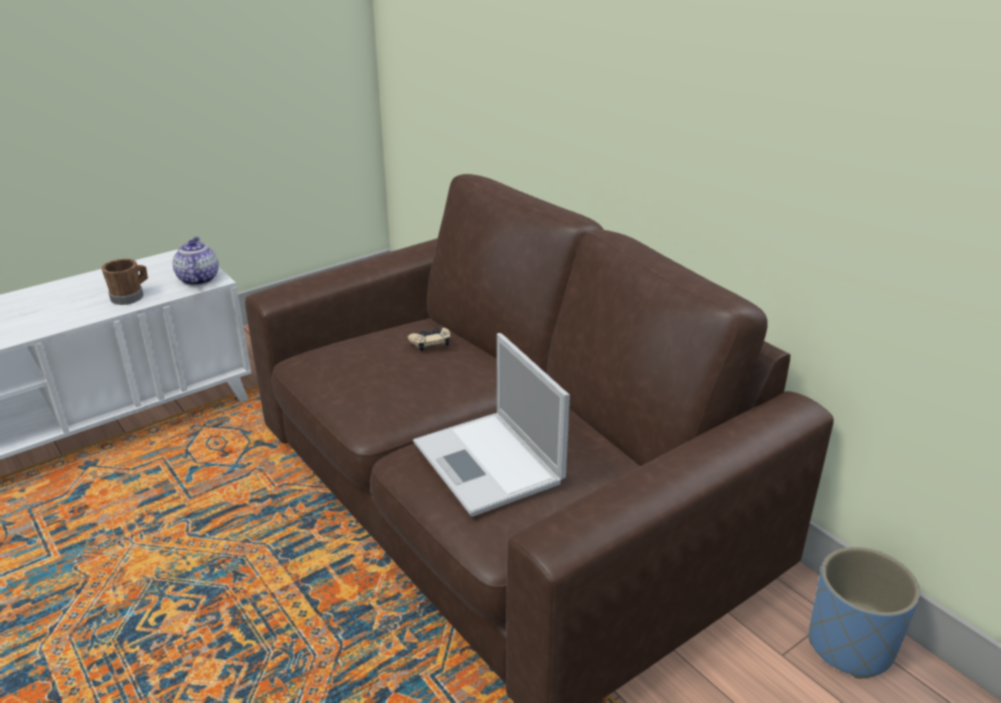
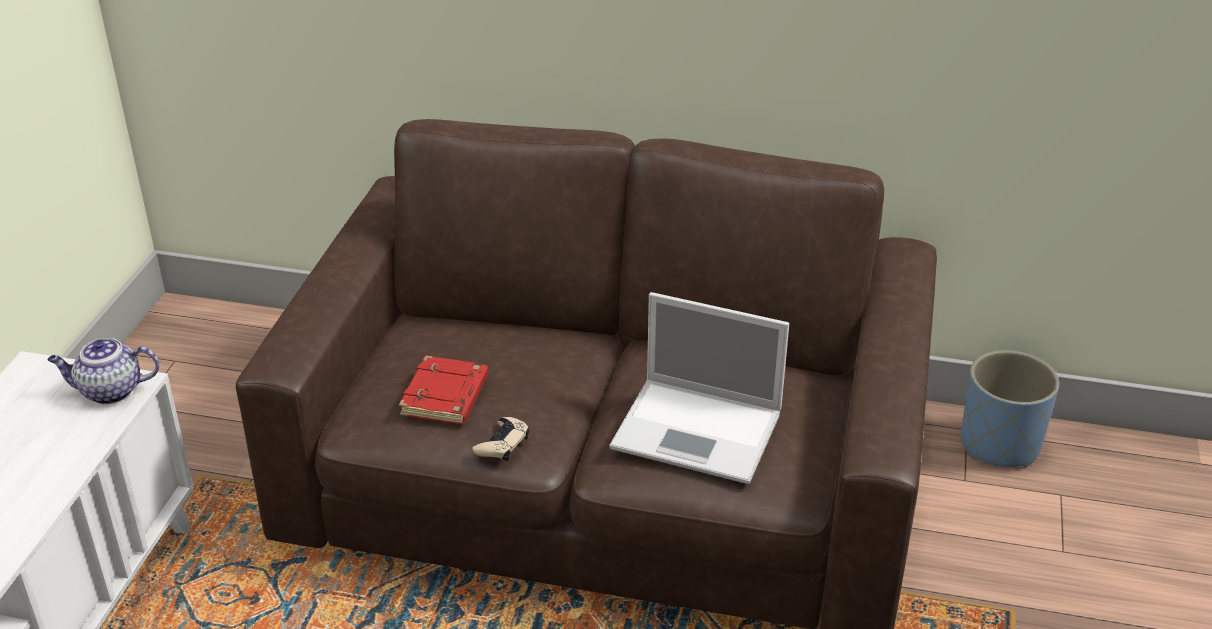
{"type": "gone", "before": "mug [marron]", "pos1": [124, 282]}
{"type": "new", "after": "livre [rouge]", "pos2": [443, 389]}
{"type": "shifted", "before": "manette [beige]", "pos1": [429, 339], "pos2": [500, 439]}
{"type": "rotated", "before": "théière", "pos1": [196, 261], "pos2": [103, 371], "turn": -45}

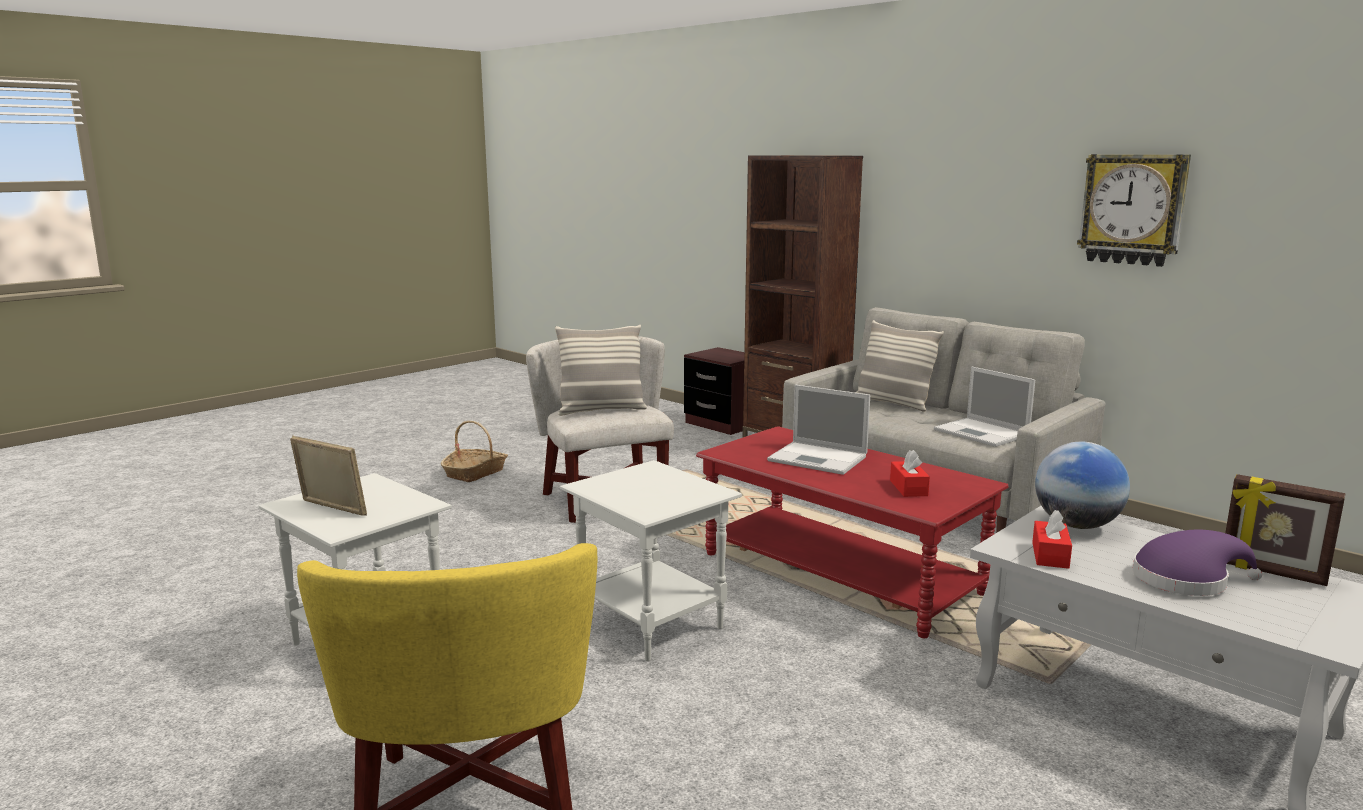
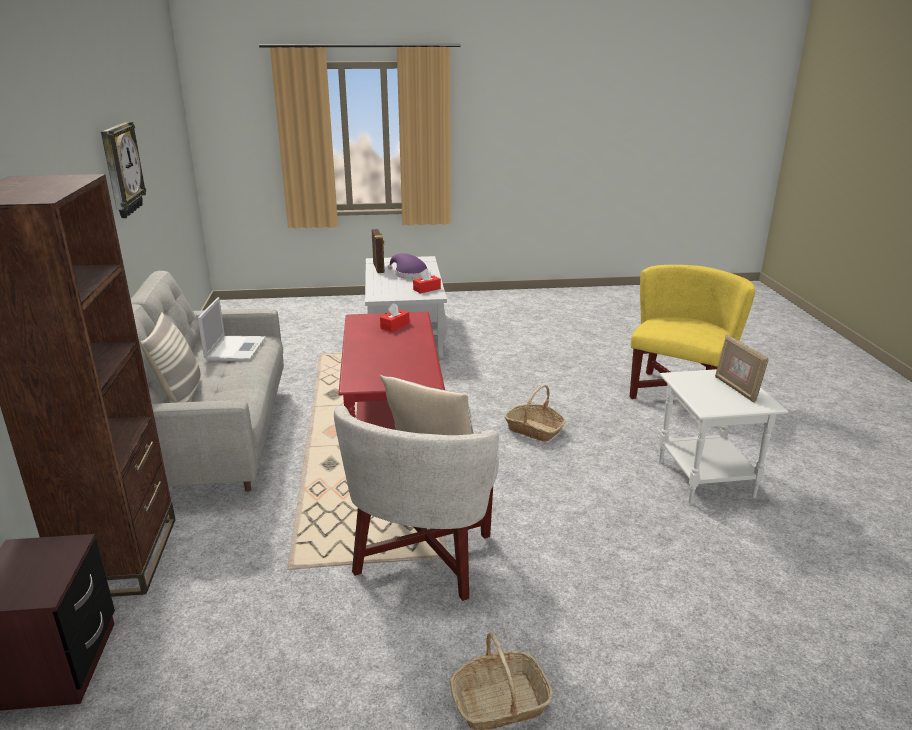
{"type": "gone", "before": "ordinateur portable", "pos1": [818, 430]}
{"type": "gone", "before": "globe", "pos1": [1082, 485]}
{"type": "swapped", "before": "table d'appoint [blanc]", "after": "panier", "pos1": [651, 560], "pos2": [534, 413]}

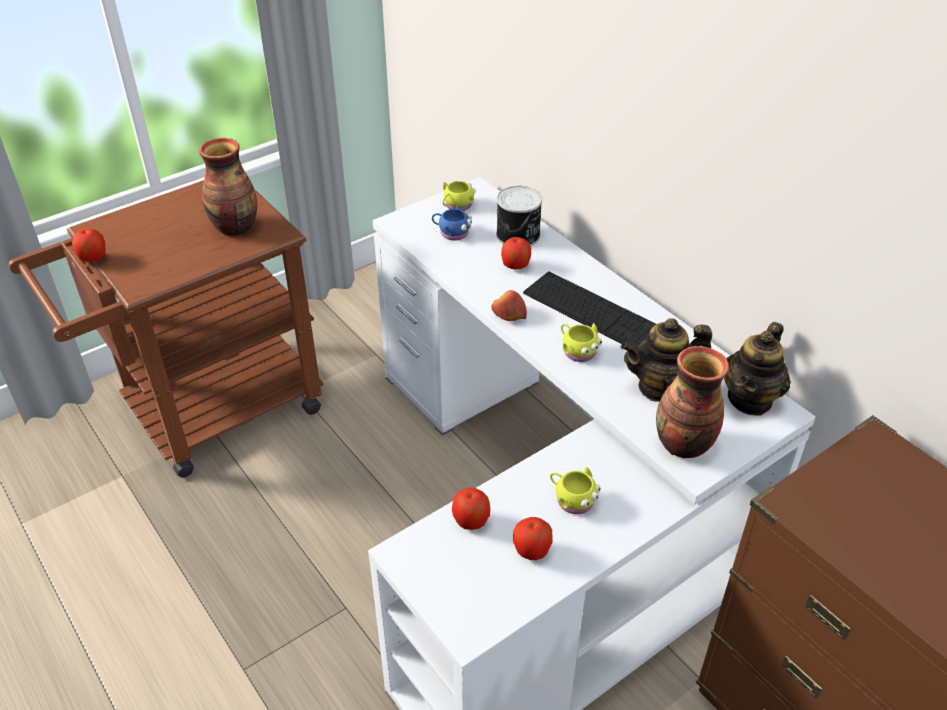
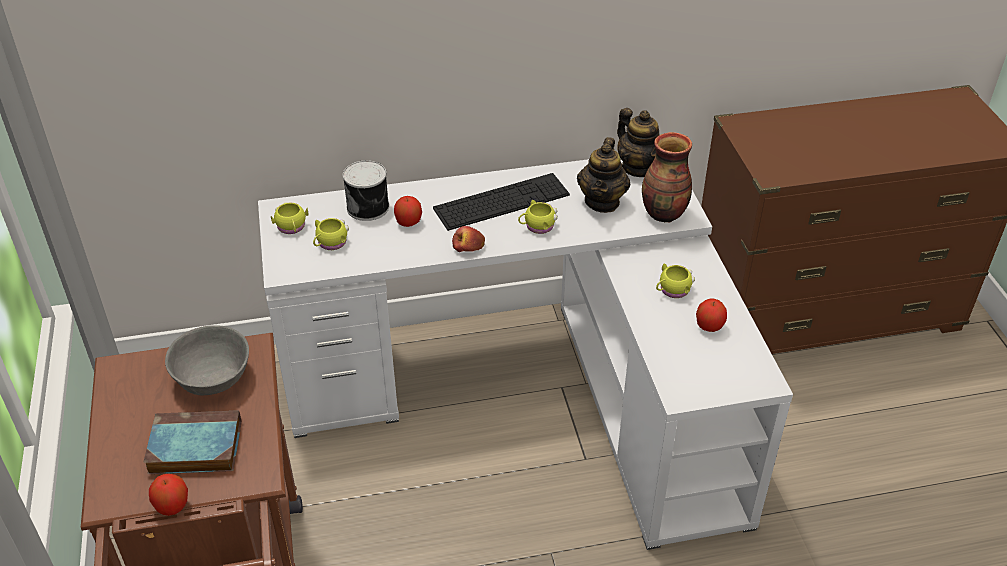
{"type": "gone", "before": "pomme", "pos1": [471, 508]}
{"type": "new", "after": "livre", "pos2": [192, 442]}
{"type": "swapped", "before": "vase", "after": "bol [gris]", "pos1": [228, 186], "pos2": [207, 360]}
{"type": "repainted", "before": "mug [bleu]", "after": "mug [jaune]", "pos1": [452, 223], "pos2": [331, 234]}

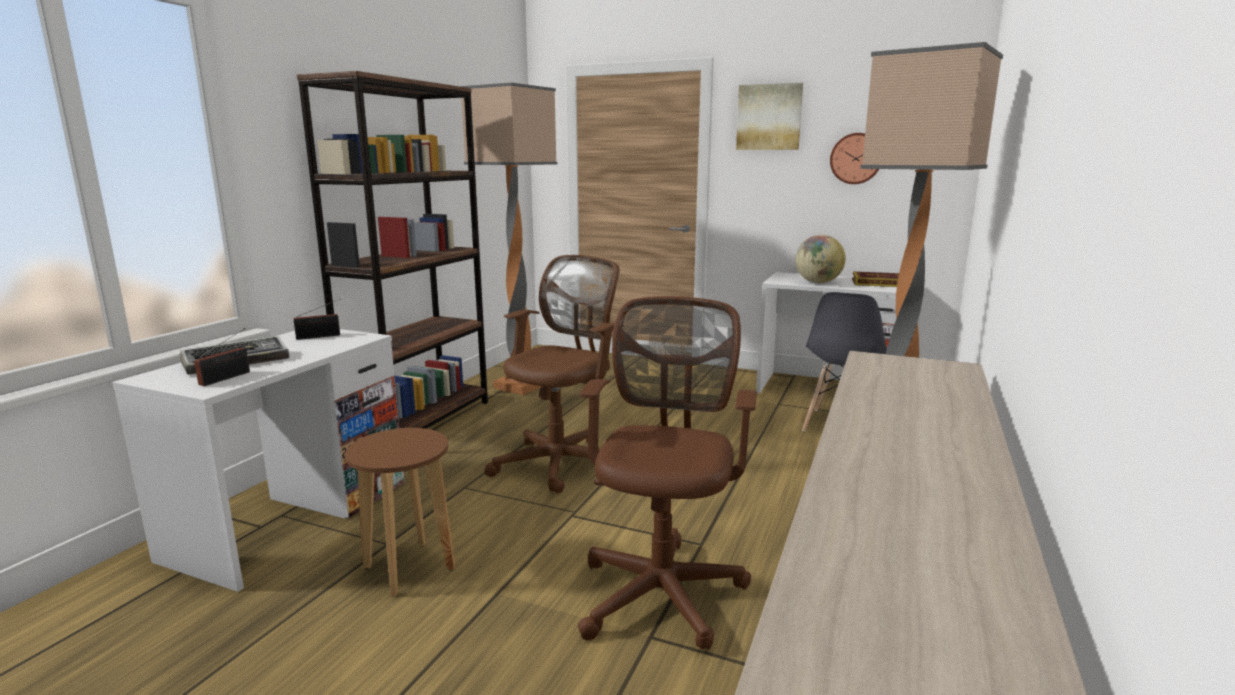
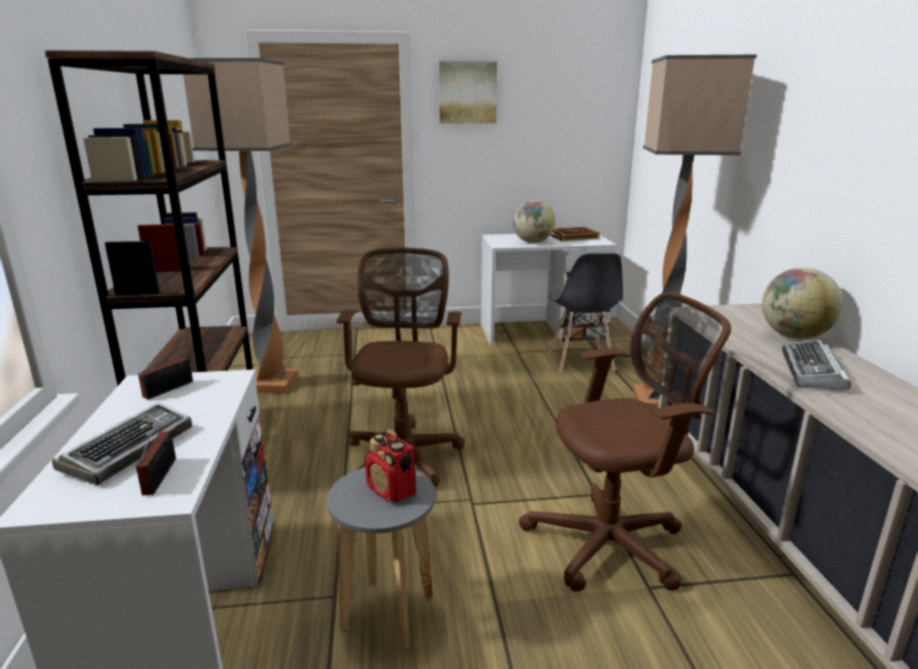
{"type": "gone", "before": "horloge murale", "pos1": [854, 158]}
{"type": "new", "after": "radio", "pos2": [390, 465]}
{"type": "new", "after": "globe", "pos2": [802, 303]}
{"type": "new", "after": "clavier", "pos2": [816, 365]}
{"type": "repainted", "before": "tabouret [marron]", "after": "tabouret [gris]", "pos1": [400, 512], "pos2": [381, 557]}
{"type": "rotated", "before": "chaise de bureau [marron]", "pos1": [667, 472], "pos2": [625, 442], "turn": 90}

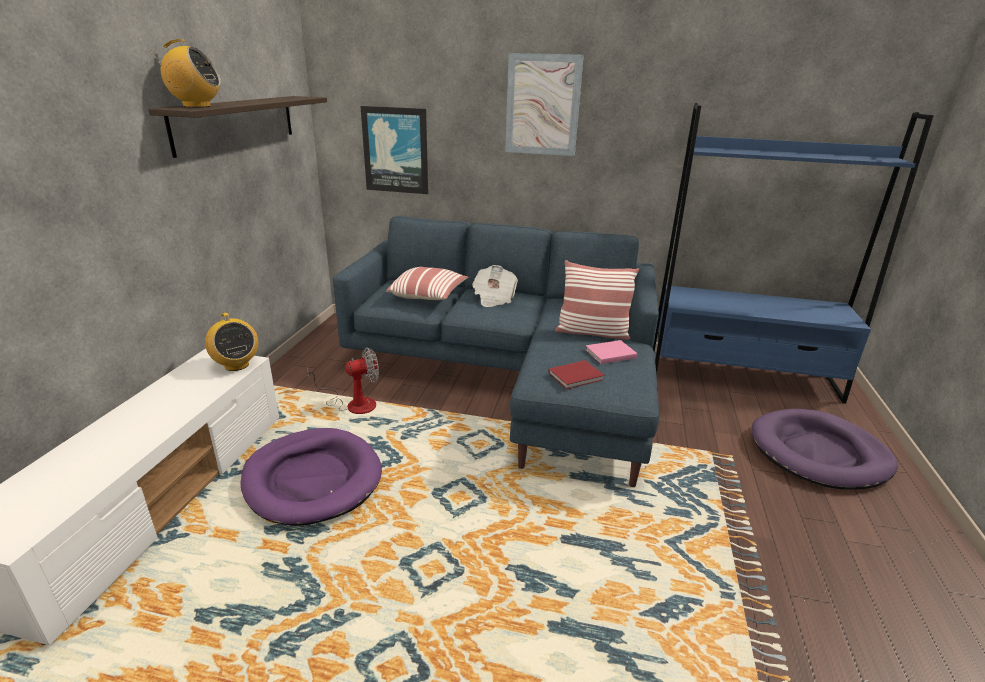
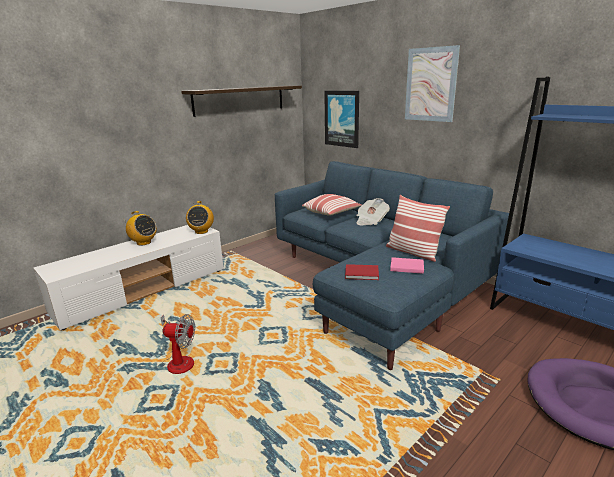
{"type": "gone", "before": "panier pour chien [violet]", "pos1": [311, 477]}
{"type": "shifted", "before": "radio", "pos1": [186, 73], "pos2": [140, 228]}
{"type": "shifted", "before": "ventilateur", "pos1": [342, 380], "pos2": [178, 344]}

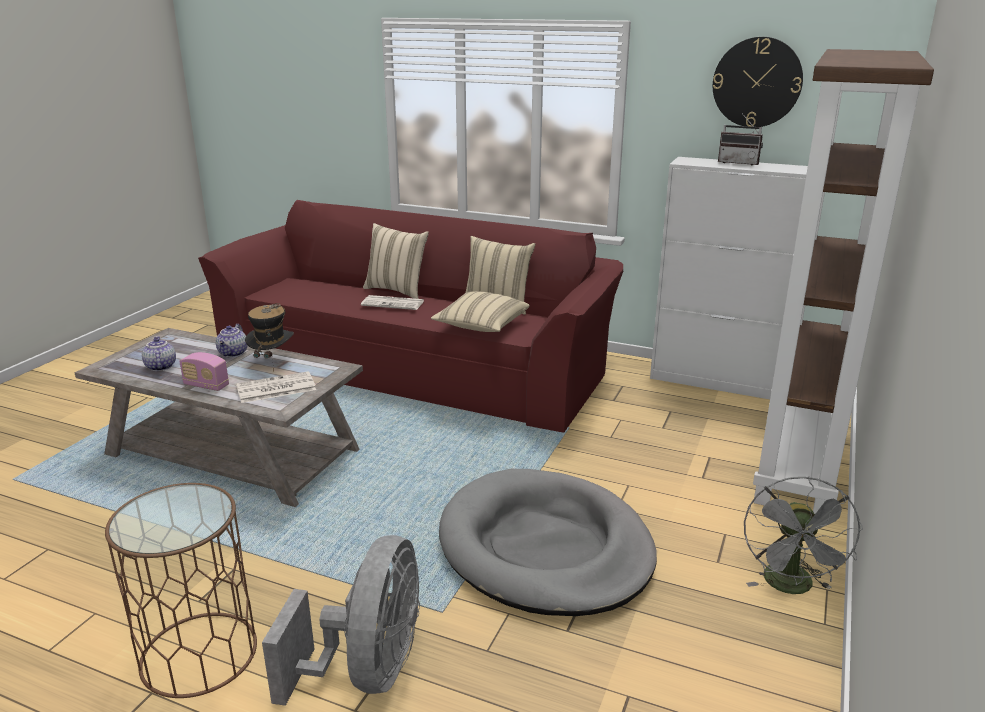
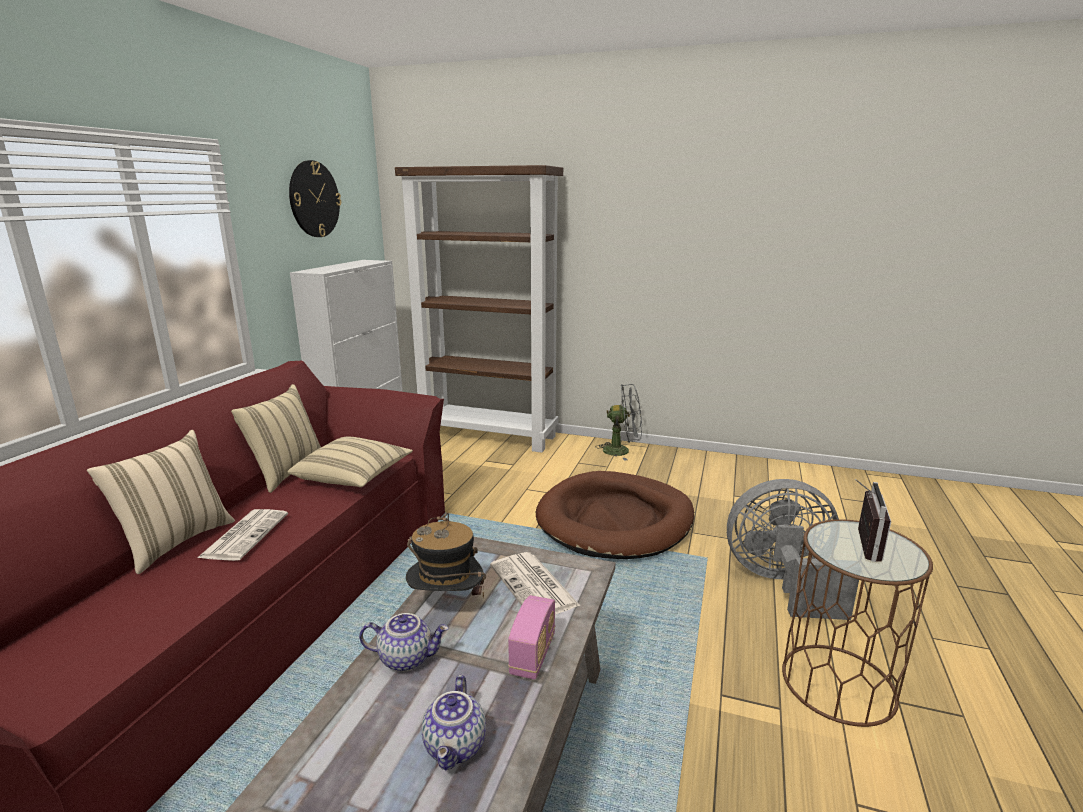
{"type": "shifted", "before": "radio", "pos1": [740, 139], "pos2": [873, 520]}
{"type": "repainted", "before": "panier pour chien [gris]", "after": "panier pour chien [marron]", "pos1": [548, 542], "pos2": [615, 515]}
{"type": "rotated", "before": "théière", "pos1": [159, 353], "pos2": [454, 723], "turn": -60}

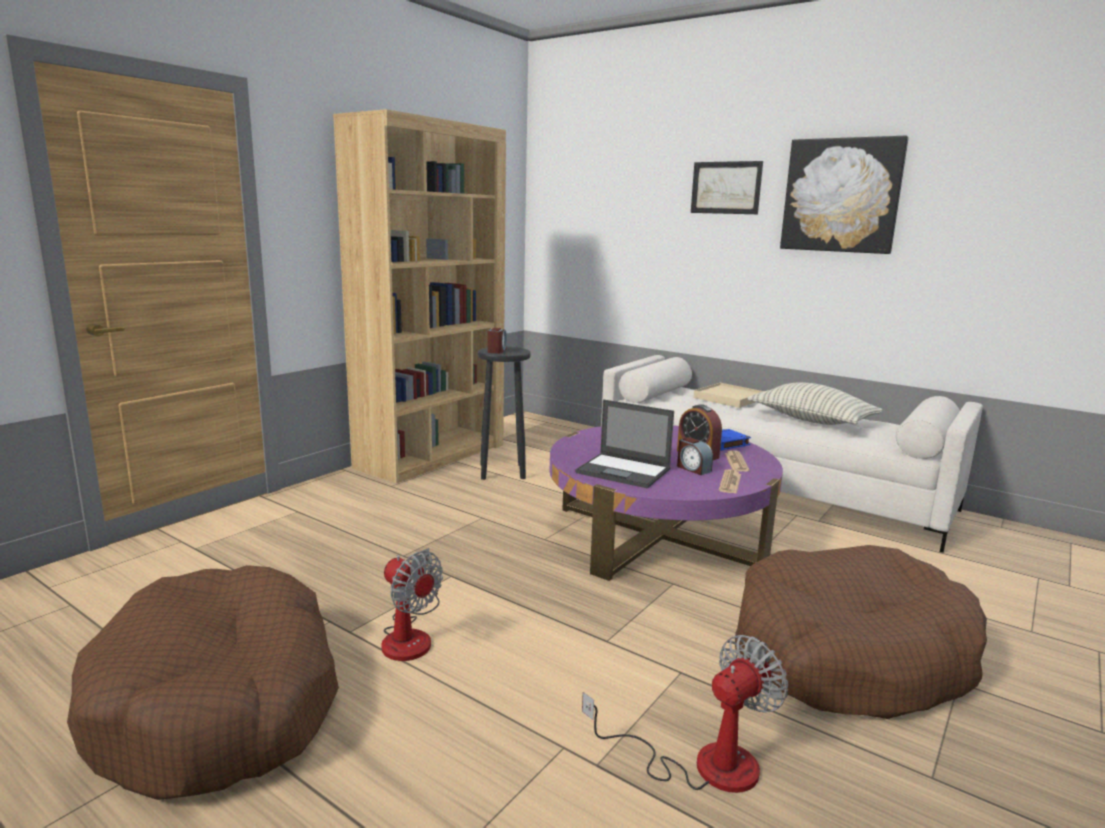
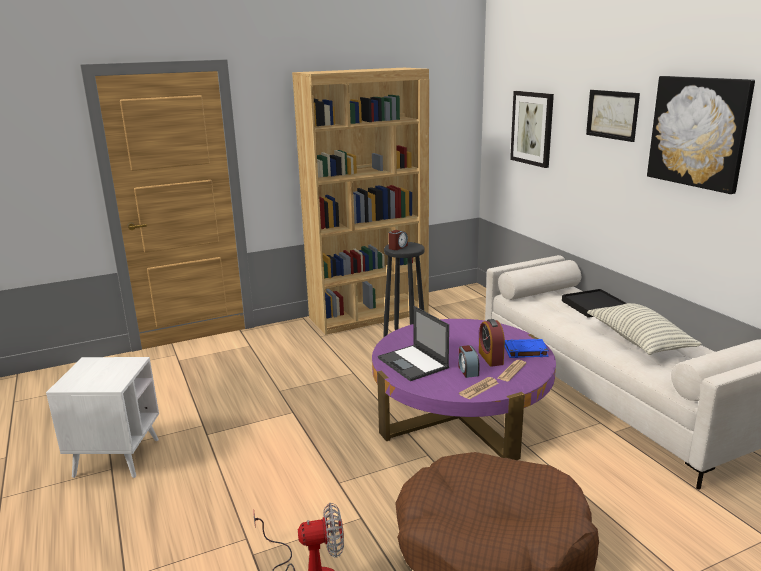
{"type": "gone", "before": "ventilateur", "pos1": [412, 604]}
{"type": "new", "after": "tableau", "pos2": [532, 129]}
{"type": "swapped", "before": "panier pour chien [marron]", "after": "table d'appoint [blanc]", "pos1": [203, 682], "pos2": [102, 417]}
{"type": "repainted", "before": "plateau [beige]", "after": "plateau [noir]", "pos1": [728, 395], "pos2": [594, 303]}

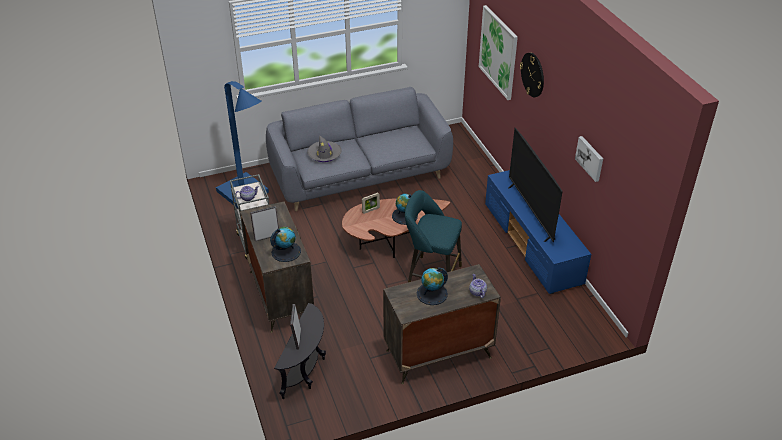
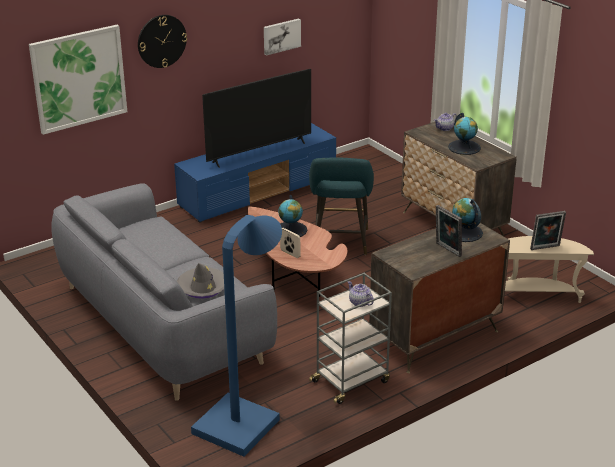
{"type": "repainted", "before": "table d'appoint [noir]", "after": "table d'appoint [beige]", "pos1": [300, 351], "pos2": [549, 269]}

